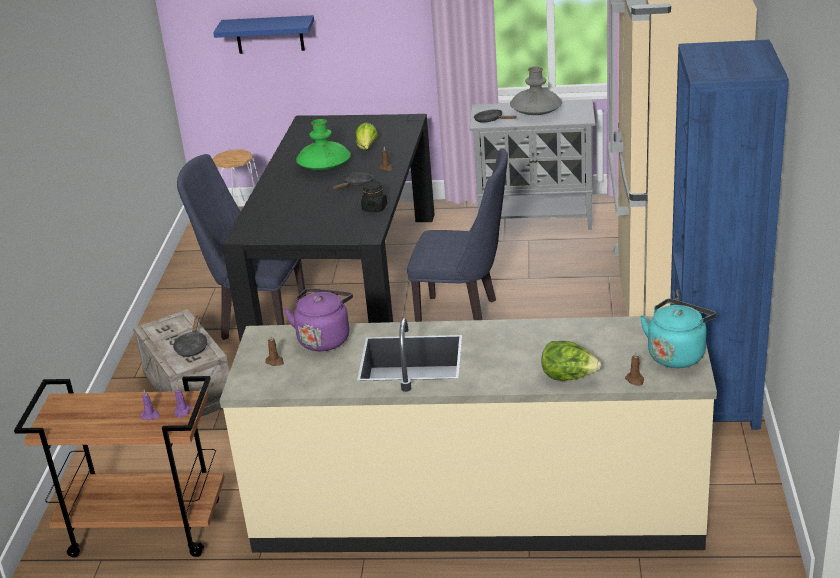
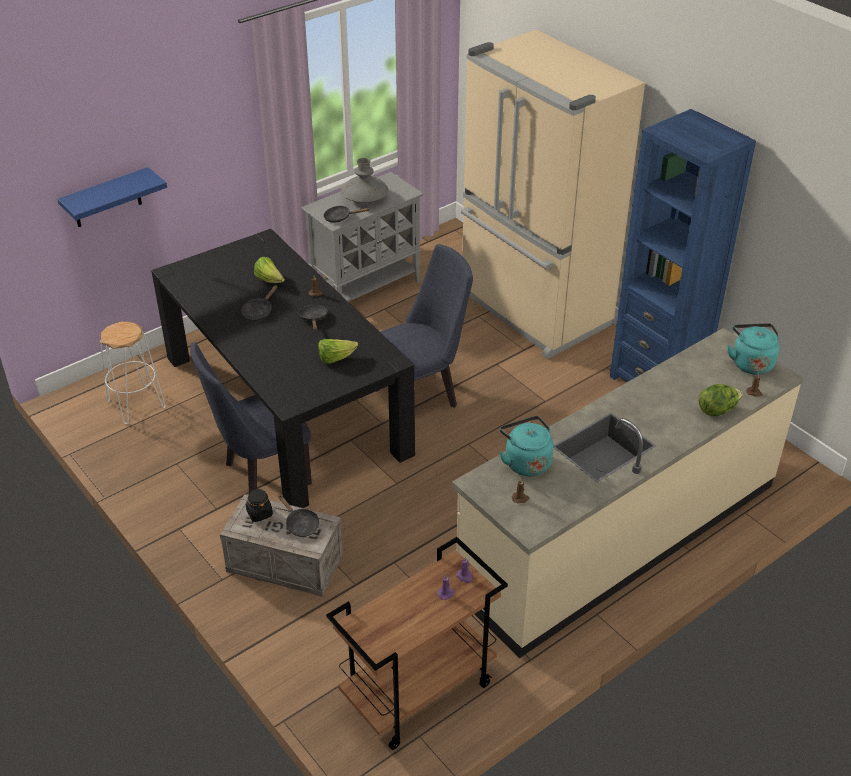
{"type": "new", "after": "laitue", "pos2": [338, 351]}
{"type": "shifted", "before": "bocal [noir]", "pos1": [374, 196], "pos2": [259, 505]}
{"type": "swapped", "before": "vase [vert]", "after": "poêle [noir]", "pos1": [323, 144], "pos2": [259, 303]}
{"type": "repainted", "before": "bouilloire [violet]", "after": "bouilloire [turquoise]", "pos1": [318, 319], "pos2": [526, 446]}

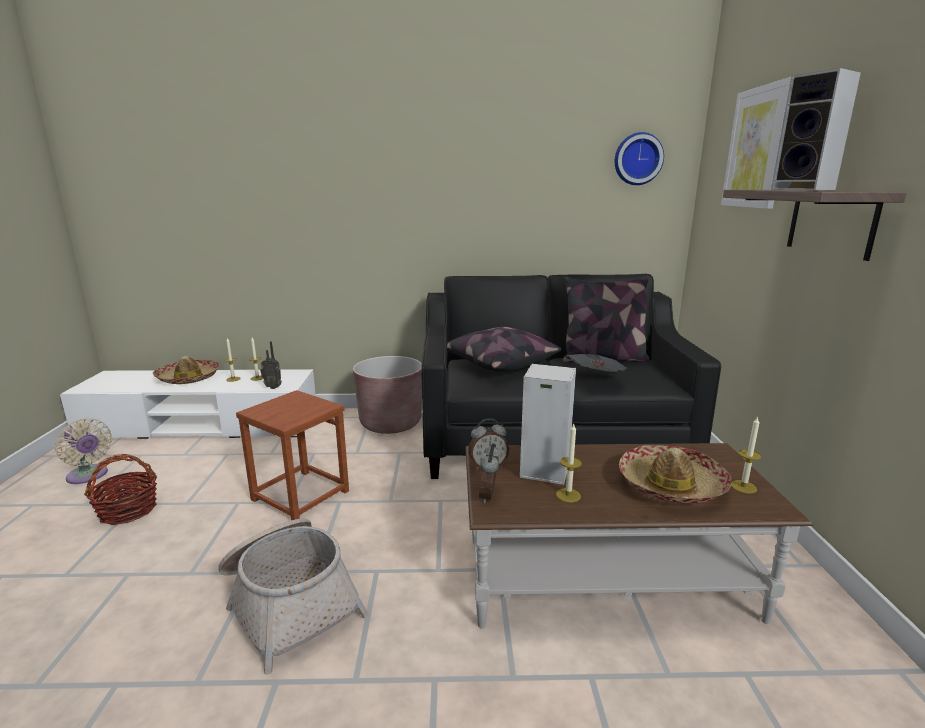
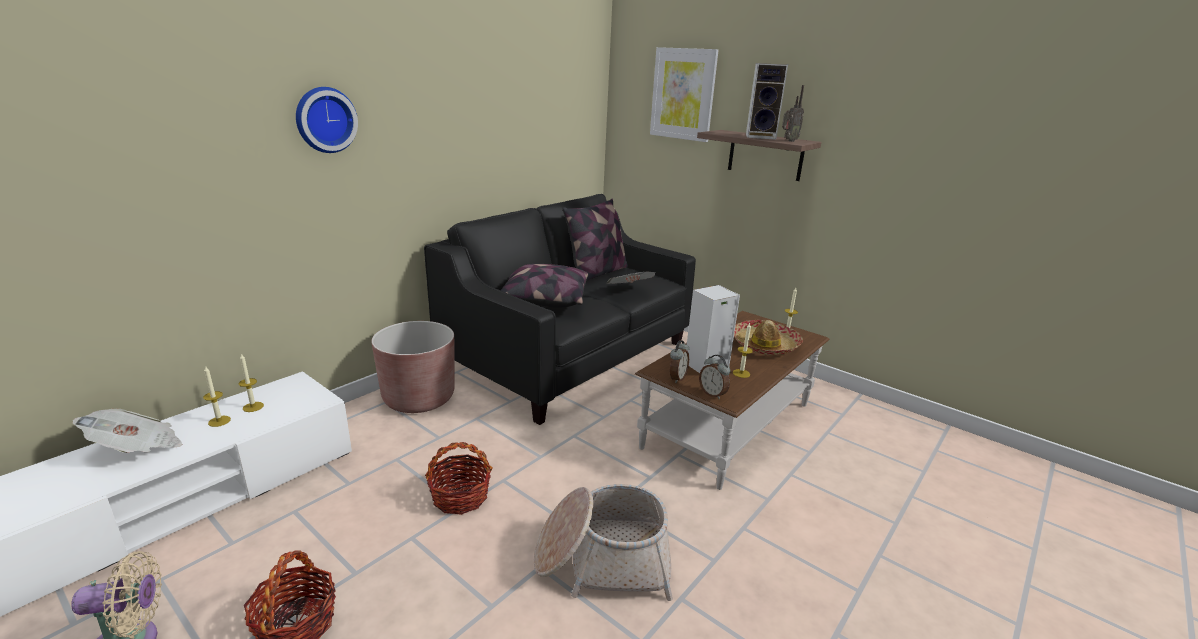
{"type": "shifted", "before": "radio", "pos1": [271, 365], "pos2": [793, 113]}
{"type": "shifted", "before": "horloge murale", "pos1": [639, 158], "pos2": [327, 120]}
{"type": "swapped", "before": "chapeau", "after": "journal", "pos1": [186, 370], "pos2": [127, 431]}
{"type": "swapped", "before": "tabouret [marron]", "after": "panier", "pos1": [292, 455], "pos2": [459, 478]}

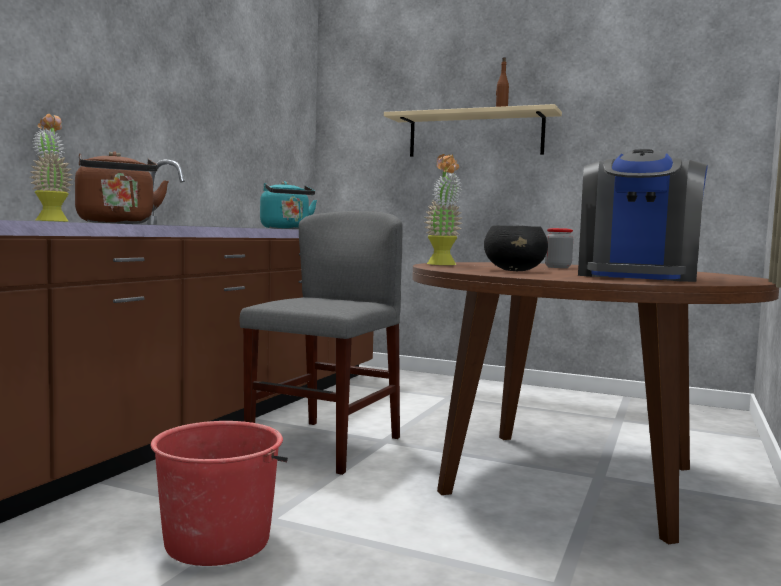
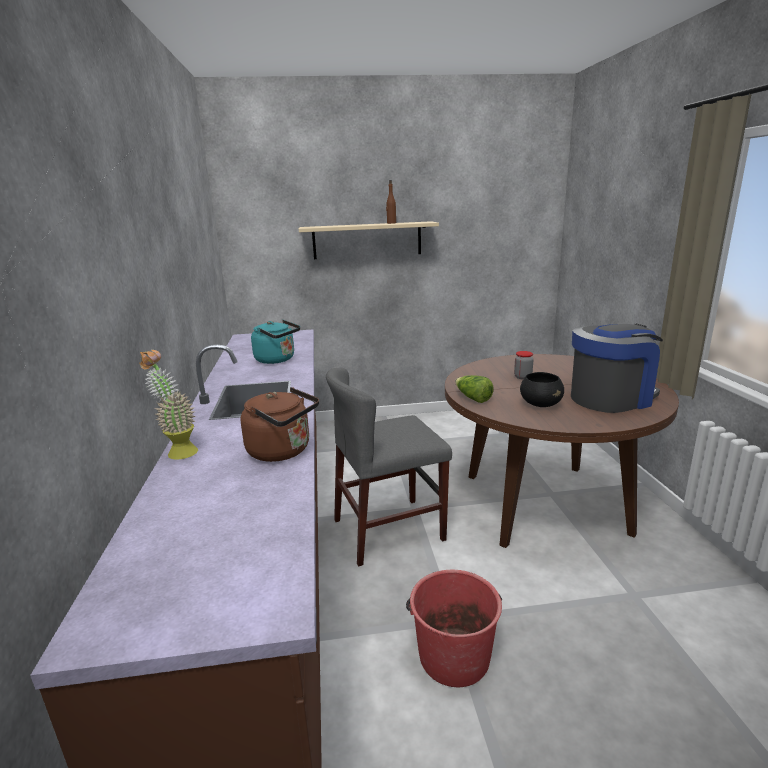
{"type": "swapped", "before": "plante en pot", "after": "laitue", "pos1": [443, 209], "pos2": [474, 389]}
{"type": "rotated", "before": "chaise [gris]", "pos1": [321, 343], "pos2": [389, 467], "turn": -105}
{"type": "rotated", "before": "machine à café", "pos1": [643, 215], "pos2": [617, 368], "turn": -105}

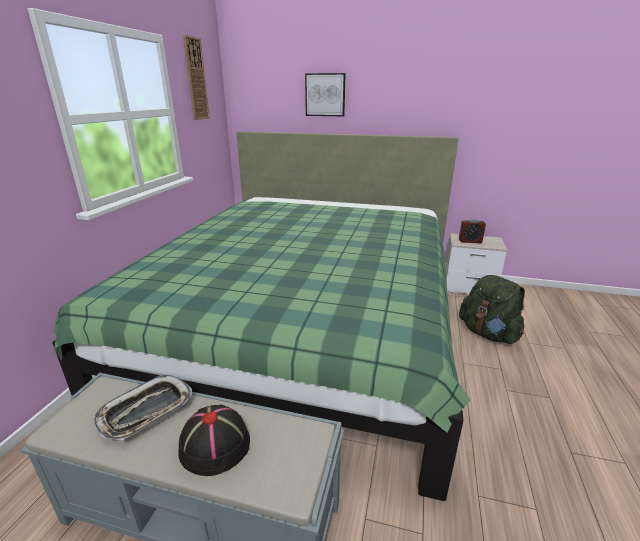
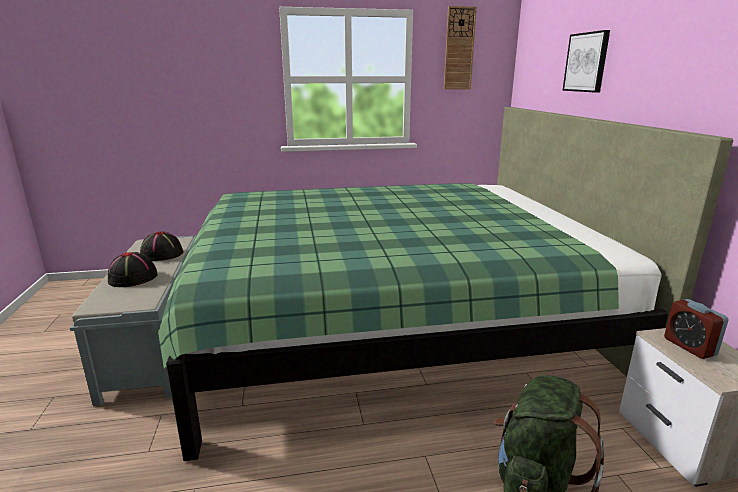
{"type": "swapped", "before": "plateau", "after": "chapeau [noir]", "pos1": [143, 407], "pos2": [161, 246]}

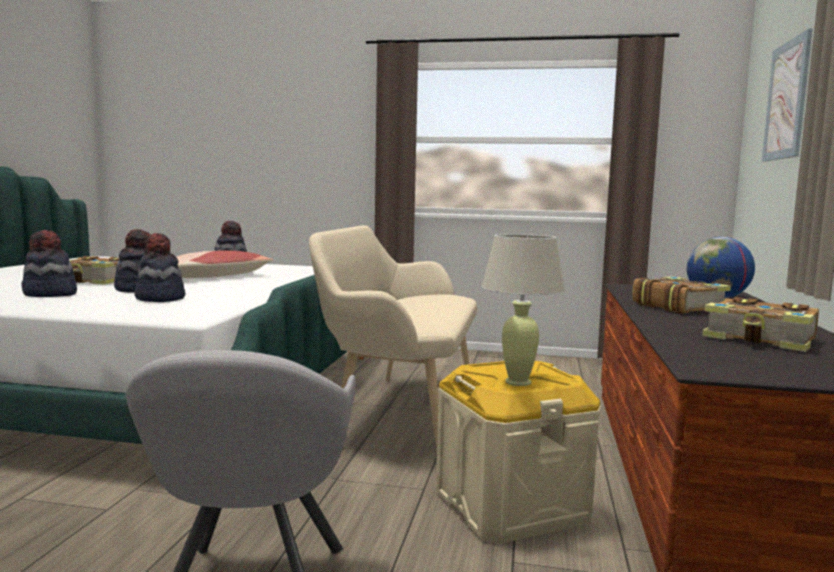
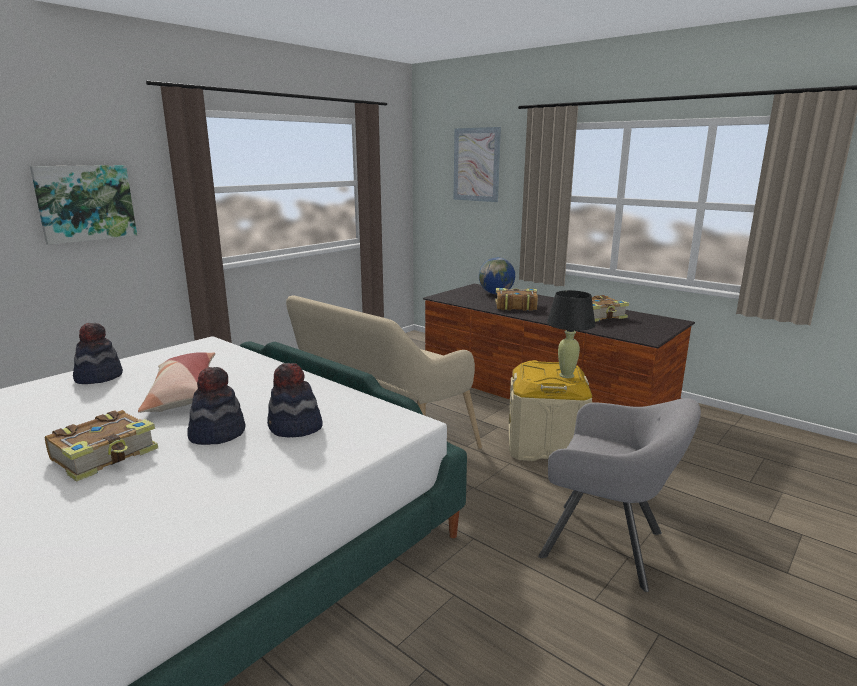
{"type": "gone", "before": "chapeau", "pos1": [49, 263]}
{"type": "new", "after": "tableau", "pos2": [83, 205]}
{"type": "repainted", "before": "lampe de table [beige]", "after": "lampe de table [noir]", "pos1": [523, 310], "pos2": [571, 334]}

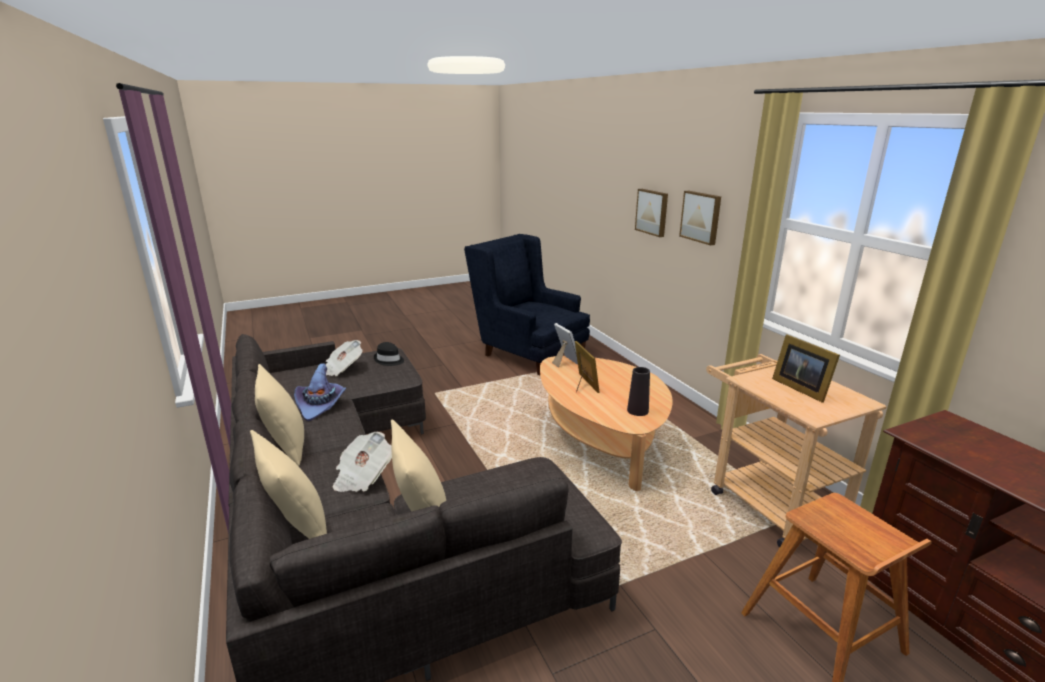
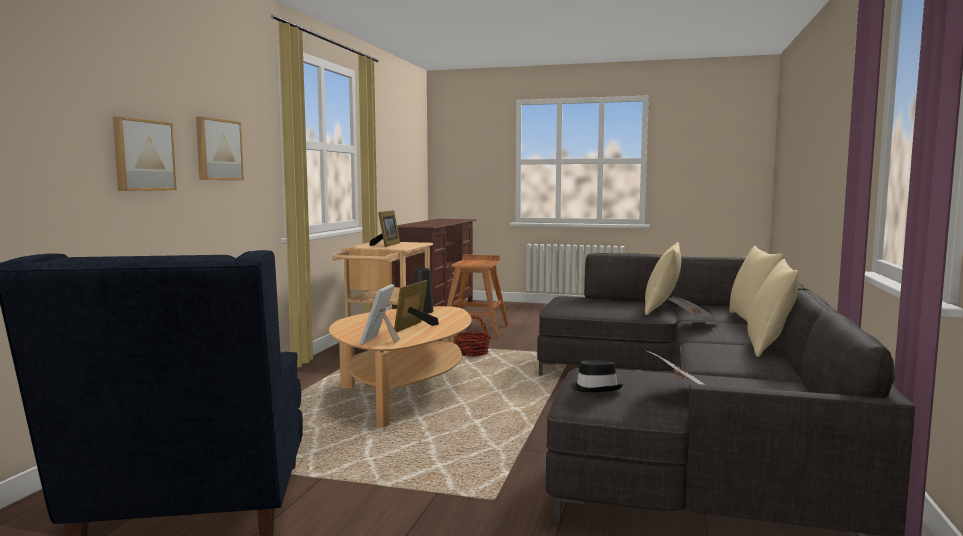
{"type": "gone", "before": "chapeau [violet]", "pos1": [320, 392]}
{"type": "new", "after": "panier", "pos2": [472, 336]}

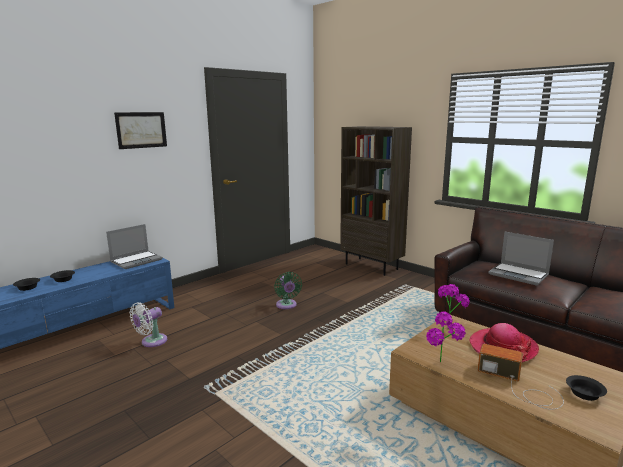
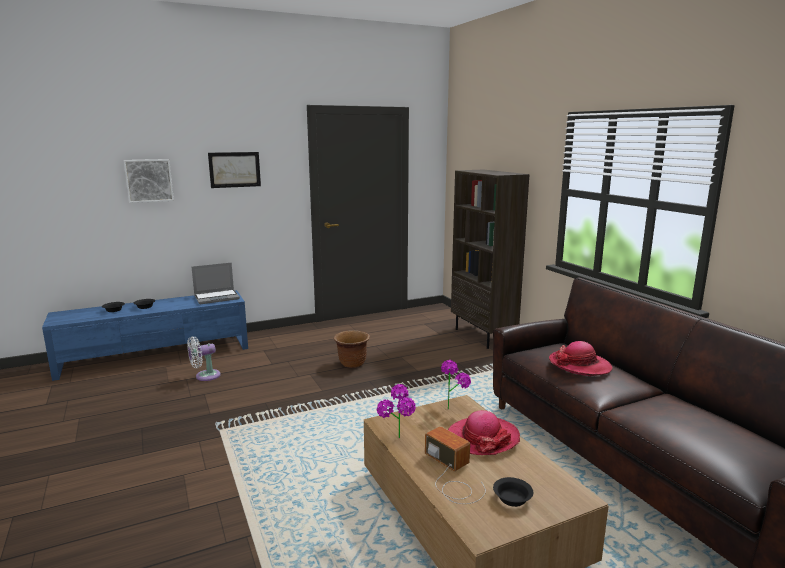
{"type": "new", "after": "tableau", "pos2": [149, 181]}
{"type": "swapped", "before": "ventilateur [vert]", "after": "cache-pot [marron]", "pos1": [288, 290], "pos2": [352, 349]}
{"type": "swapped", "before": "ordinateur portable", "after": "chapeau", "pos1": [521, 259], "pos2": [580, 358]}

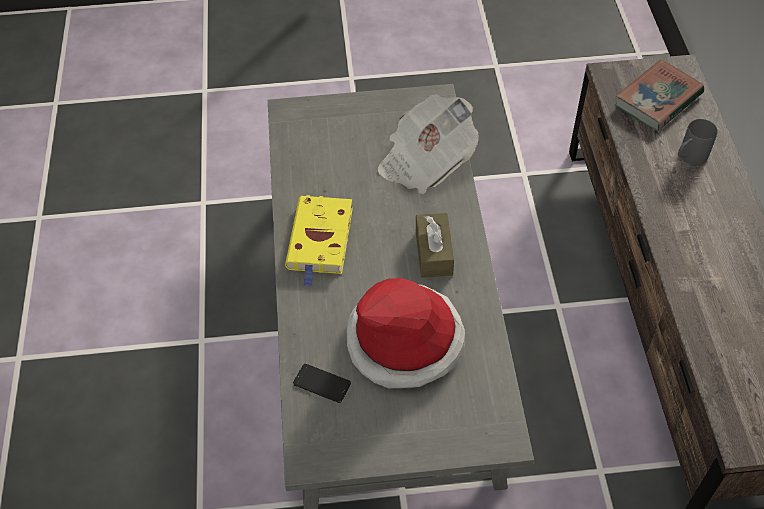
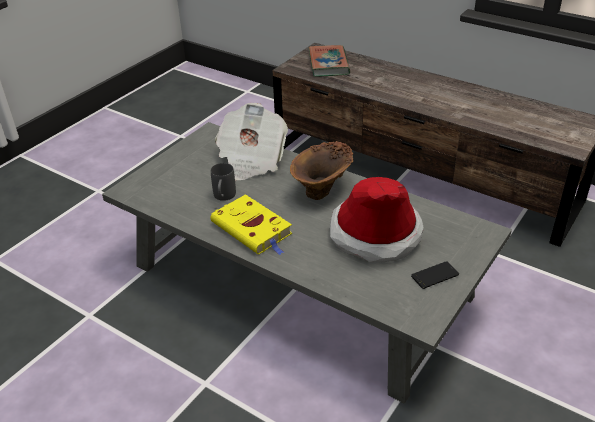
{"type": "shifted", "before": "téléphone", "pos1": [322, 383], "pos2": [435, 275]}
{"type": "shifted", "before": "mug [gris]", "pos1": [697, 142], "pos2": [223, 182]}
{"type": "swapped", "before": "boîte à mouchoirs [marron]", "after": "vase [marron]", "pos1": [435, 245], "pos2": [321, 170]}

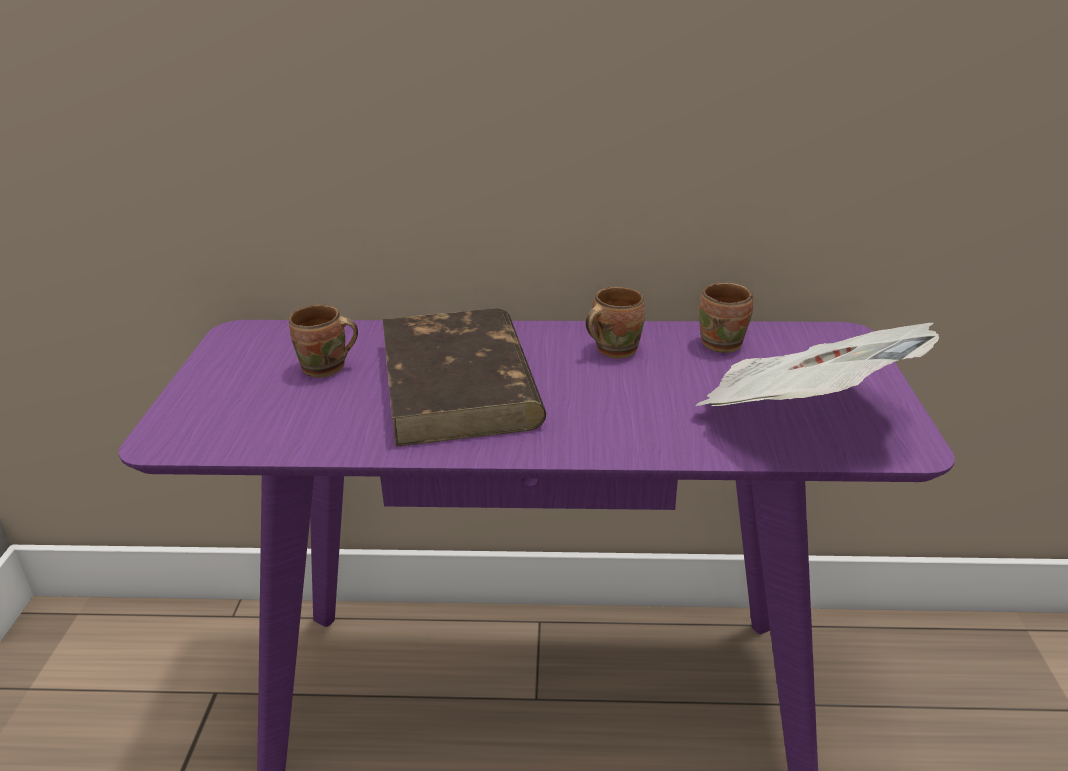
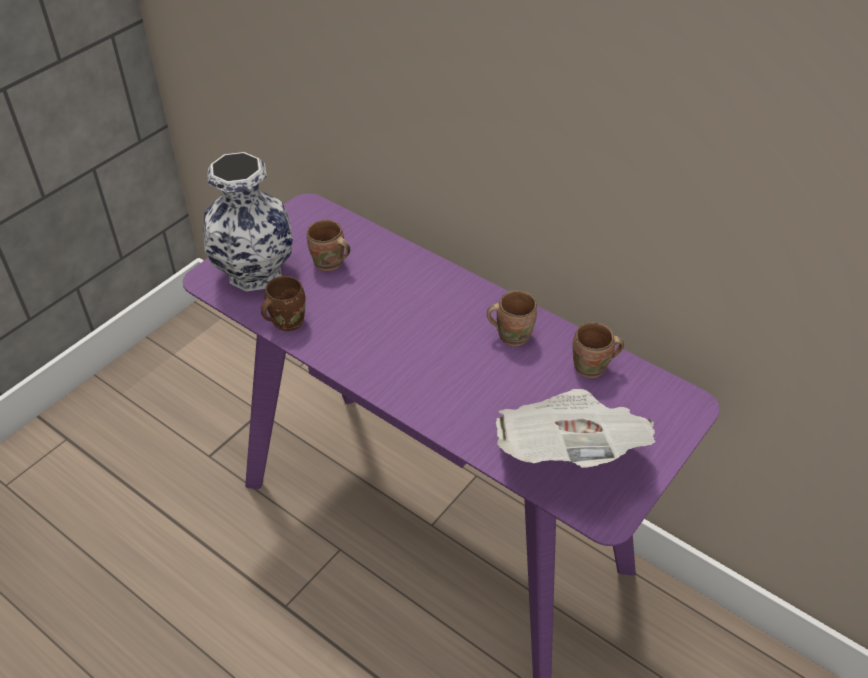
{"type": "gone", "before": "livre [marron]", "pos1": [464, 377]}
{"type": "new", "after": "vase", "pos2": [248, 221]}
{"type": "new", "after": "mug [marron]", "pos2": [283, 303]}

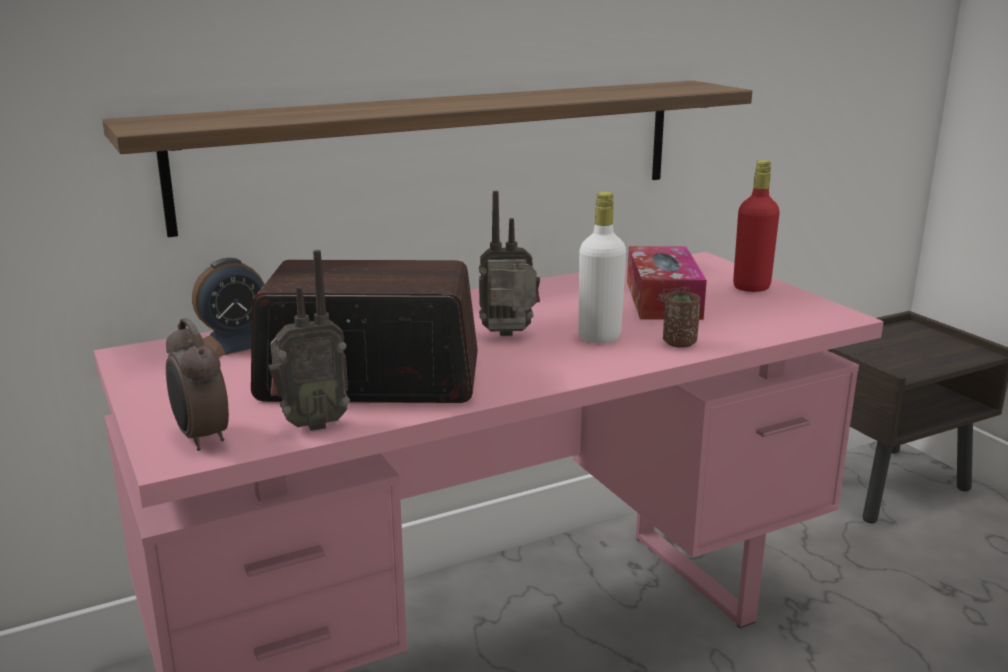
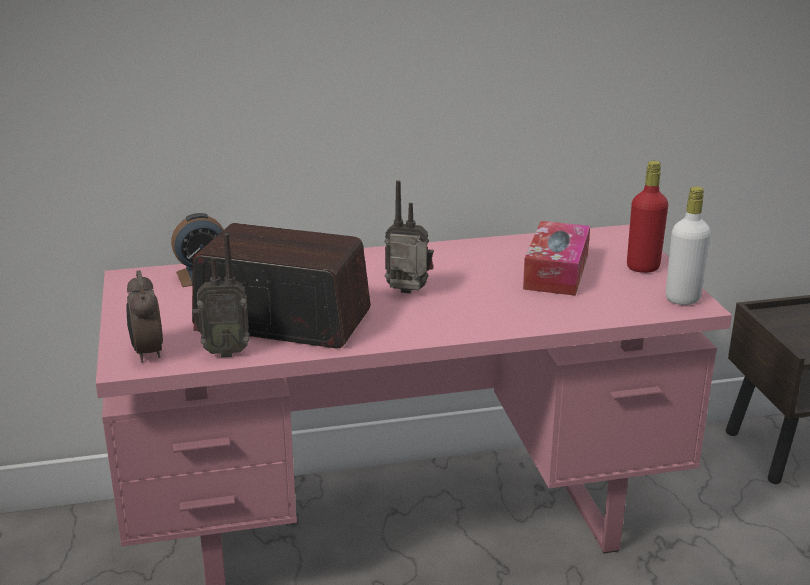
{"type": "gone", "before": "étagère", "pos1": [427, 159]}
{"type": "gone", "before": "tasse [marron]", "pos1": [682, 319]}
{"type": "shifted", "before": "bouteille [blanc]", "pos1": [602, 267], "pos2": [688, 246]}

